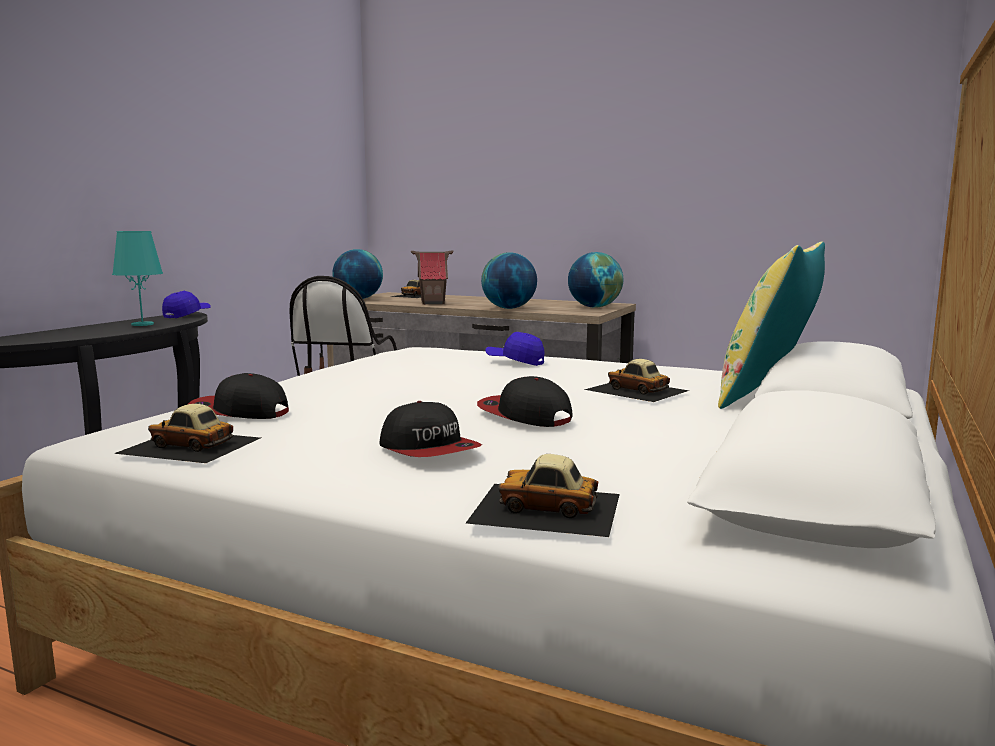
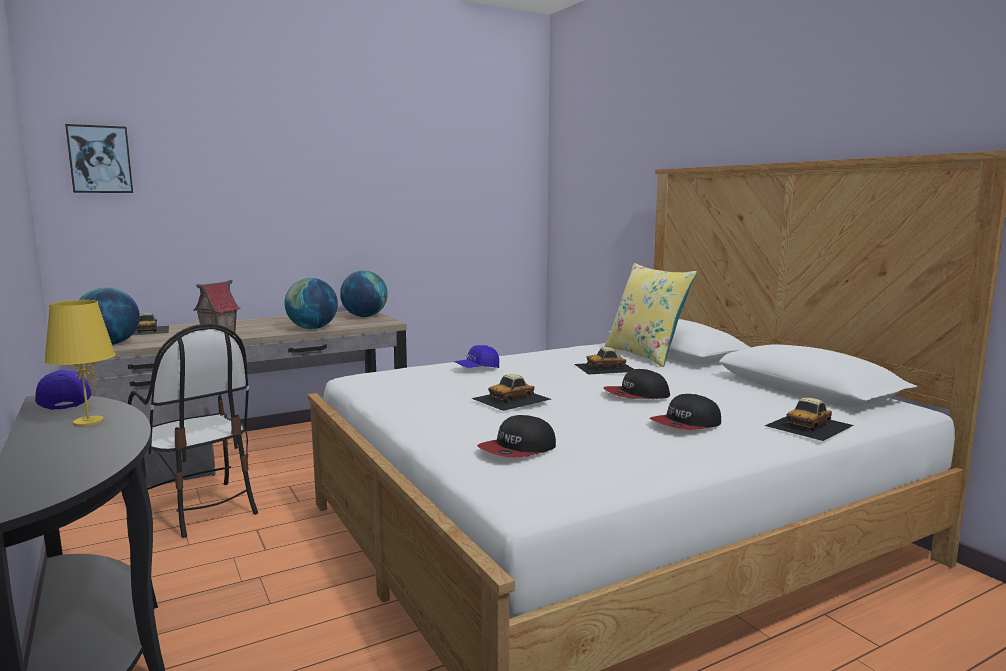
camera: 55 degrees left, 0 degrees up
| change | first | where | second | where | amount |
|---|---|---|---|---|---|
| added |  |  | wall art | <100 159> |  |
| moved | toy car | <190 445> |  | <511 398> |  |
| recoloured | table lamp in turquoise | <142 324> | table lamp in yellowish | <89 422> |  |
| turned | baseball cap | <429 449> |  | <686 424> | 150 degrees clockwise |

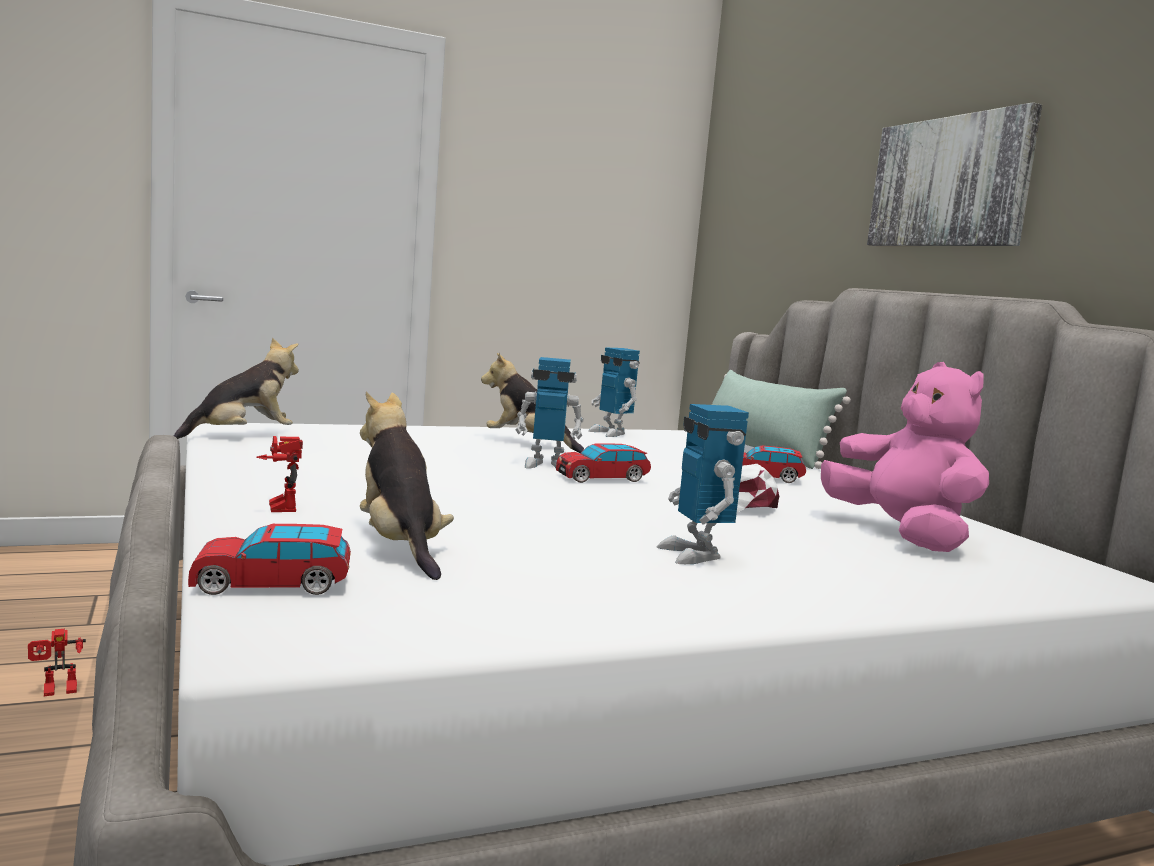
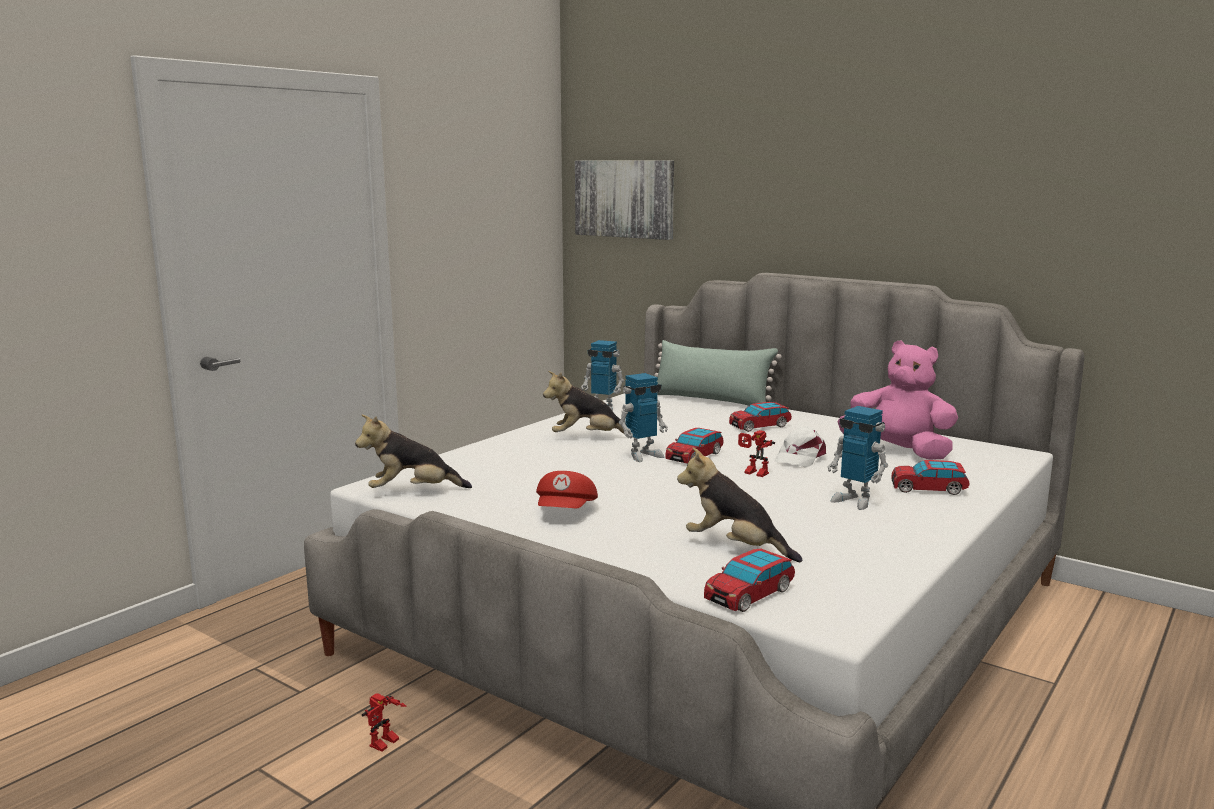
camera: 30 degrees left, 5 degrees up
| change | first | where | second | where | amount |
|---|---|---|---|---|---|
| added |  |  | baseball cap in red | <566 512> |  |
| added |  |  | toy car | <928 489> |  |
| moved | toy robot | <276 506> |  | <753 473> |  |
| moved | wall art | <950 182> |  | <624 198> |  |
| turned | cuddly toy | <243 436> |  | <412 492> | 120 degrees counterclockwise |

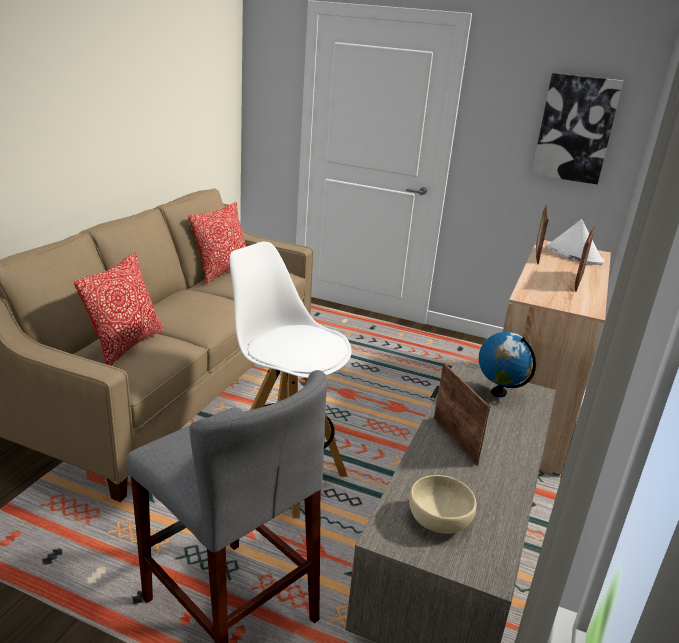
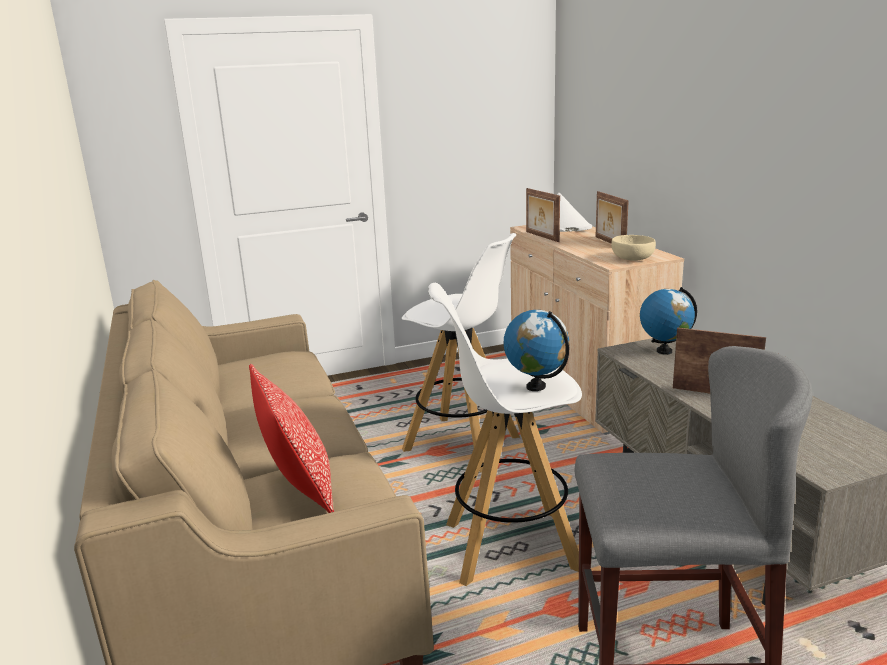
camera: 40 degrees left, 5 degrees down
| change | first | where | second | where | amount |
|---|---|---|---|---|---|
| removed | cushion | <222 271> |  |  |  |
| removed | wall art | <575 129> |  |  |  |
| added |  |  | stool seat in whitish | <463 444> |  |
| added |  |  | world globe | <536 386> |  |
| moved | deep dish in beige | <438 519> |  | <632 258> |  |

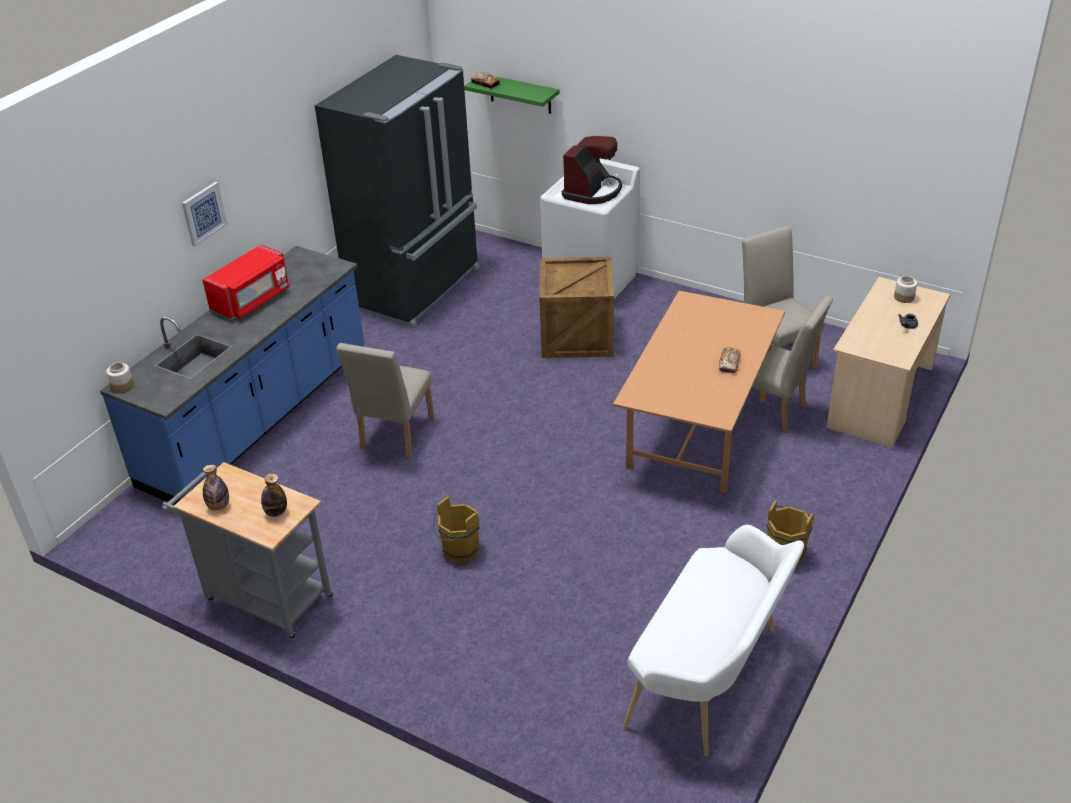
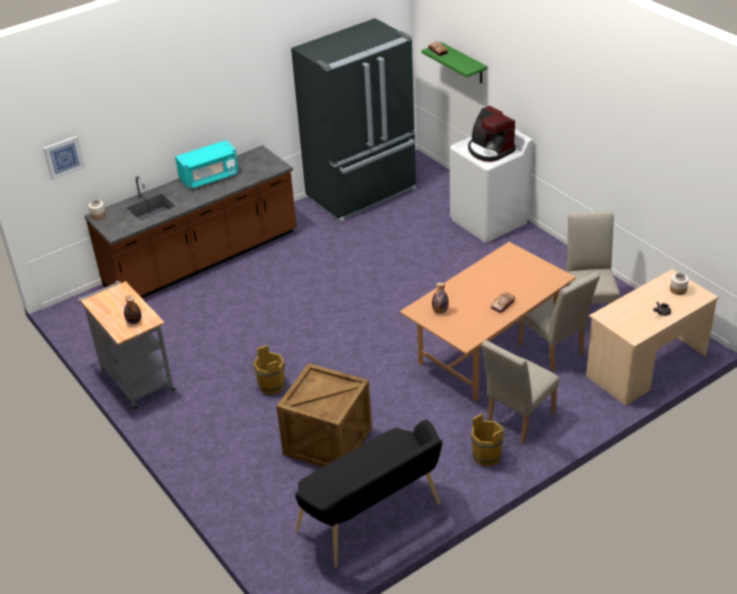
camera: 25 degrees right, 0 degrees up
| change | first | where | second | where | amount |
|---|---|---|---|---|---|
| moved | wall art | <203 213> |  | <63 157> |  |
| moved | beverage bottle | <218 506> |  | <440 311> |  |
| moved | upright chair in beige | <394 437> |  | <517 420> |  |
| moved | packing crate | <578 335> |  | <329 440> |  |
| recoloured | counter in blue-coloured | <258 417> | counter in brownish | <202 260> |  |
| recoloured | microwave in red | <252 300> | microwave in turquoise | <209 177> |  |
| recoloured | bench in whitish | <711 678> | bench in blackish | <374 520> |  |
| turned | coffee brewer | <592 191> |  | <490 150> | 90 degrees clockwise |

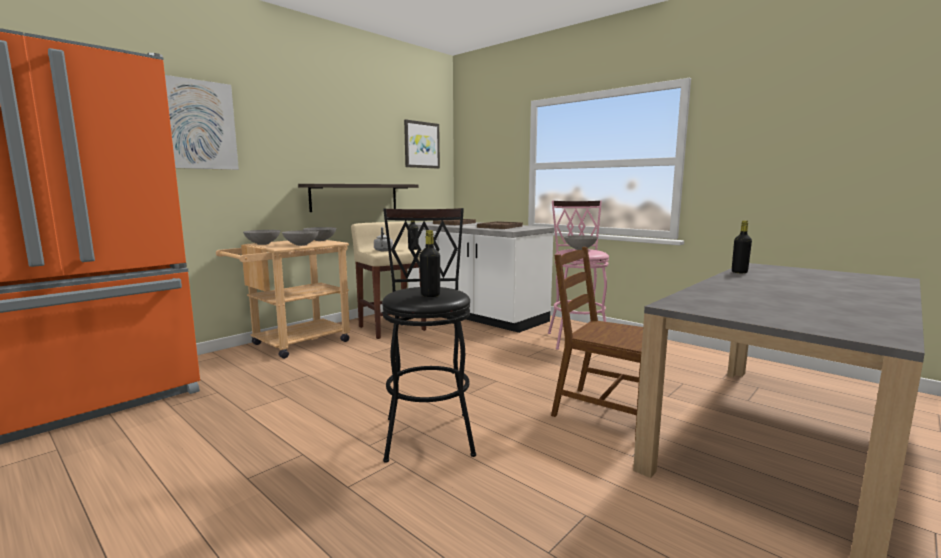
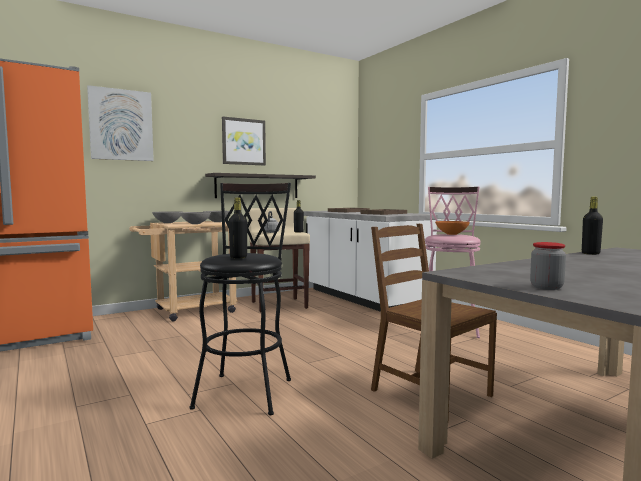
camera: 15 degrees right, 5 degrees down
| change | first | where | second | where | amount |
|---|---|---|---|---|---|
| added |  |  | storage jar | <546 287> |  |
| moved | wall art | <421 145> |  | <243 141> |  |
| recoloured | deep dish in greyish | <580 249> | deep dish in orangey | <452 234> |  |

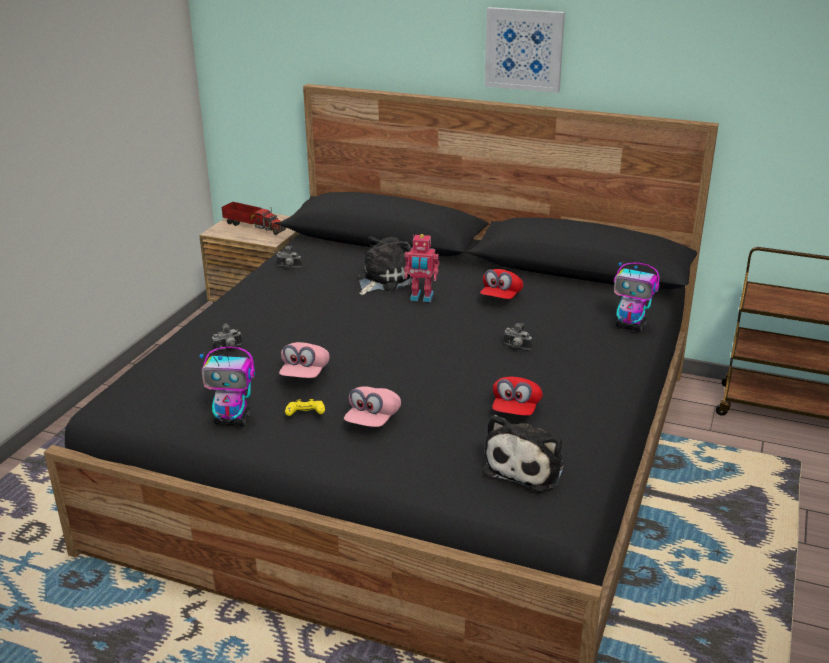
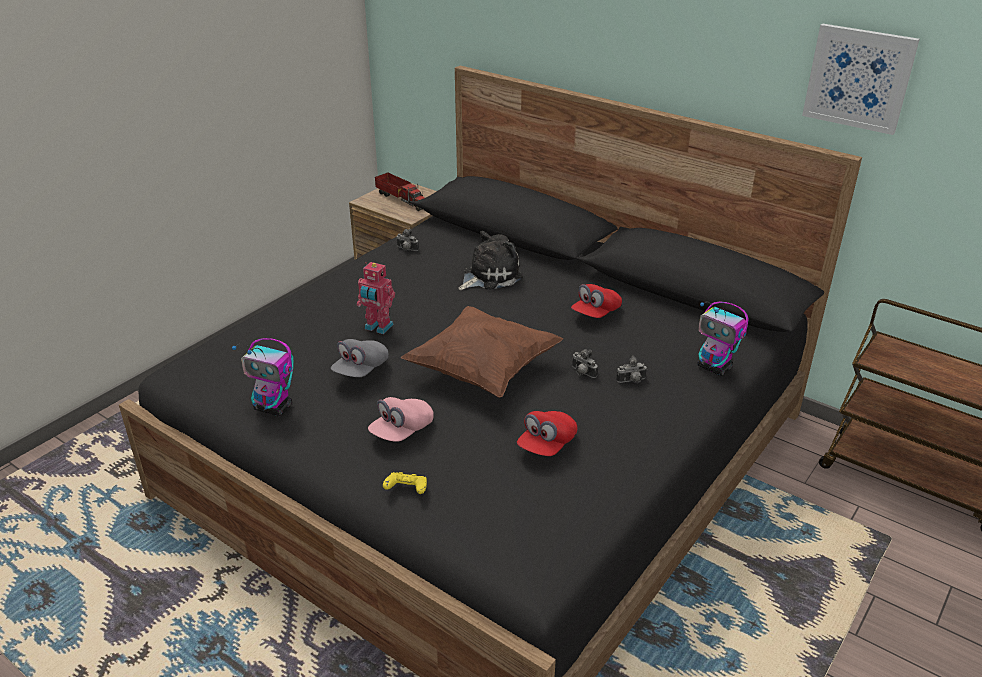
camera: 15 degrees right, 5 degrees up
| change | first | where | second | where | amount |
|---|---|---|---|---|---|
| removed | cuddly toy | <526 466> |  |  |  |
| added |  |  | cushion in brownish | <483 371> |  |
| moved | photo camera | <228 348> |  | <632 381> |  |
| moved | joypad in yellowish | <305 416> |  | <406 490> |  |
| moved | toy robot | <421 298> |  | <378 327> |  |
| moved | wall art | <524 49> |  | <859 78> |  |
| recoloured | baseball cap in pinkish | <305 374> | baseball cap in greyish | <360 370> |  |

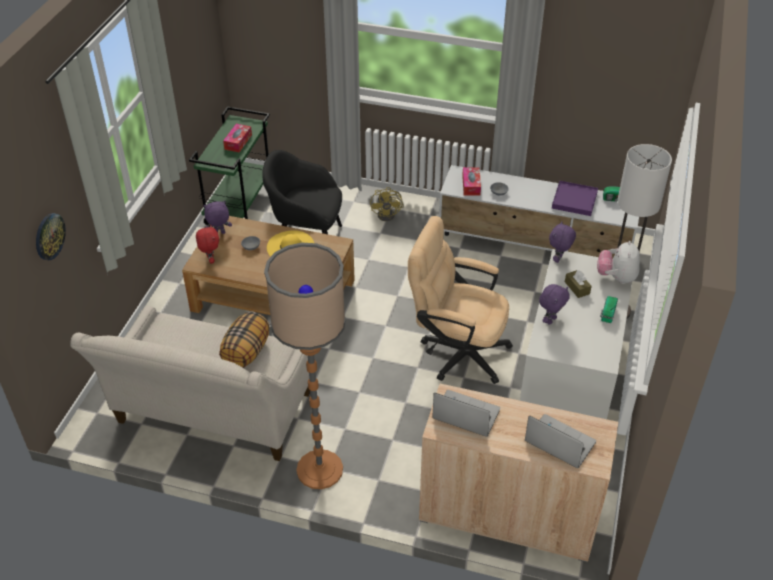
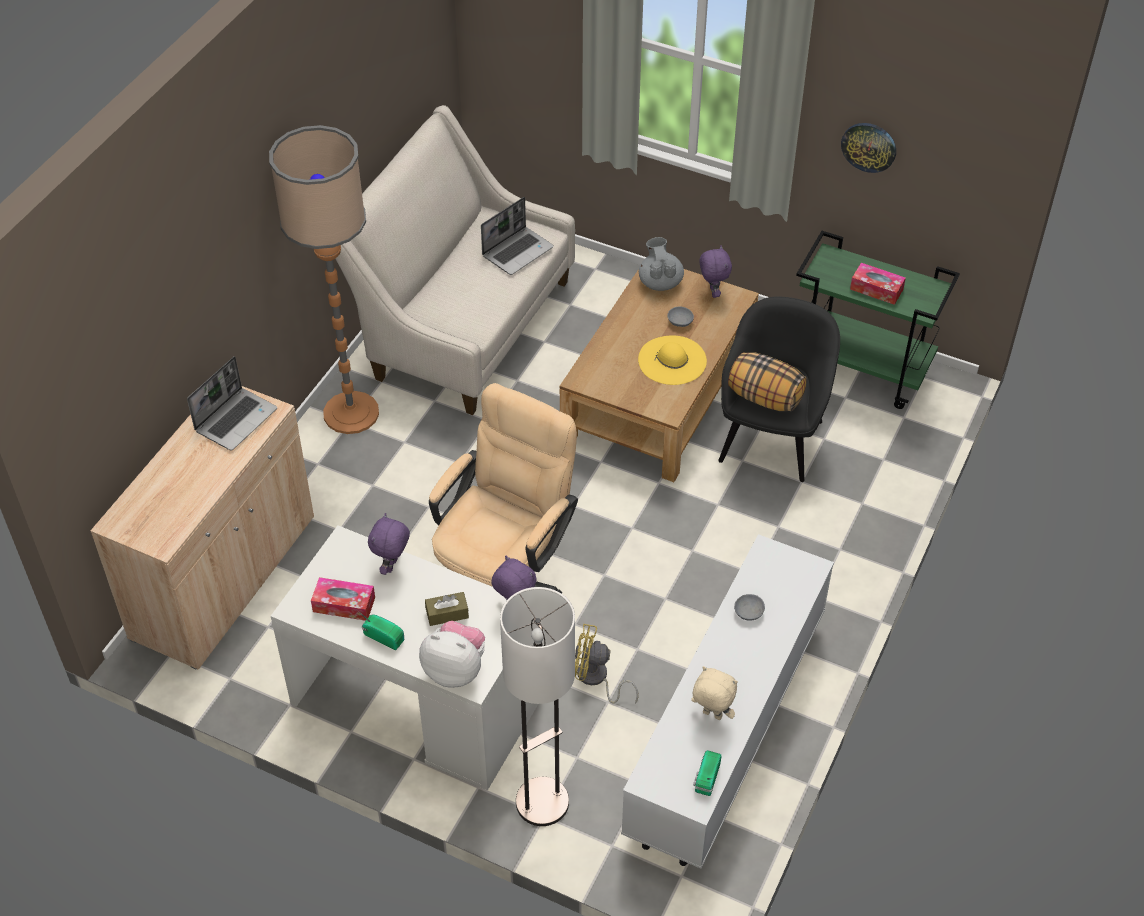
camera: 100 degrees right, 5 degrees up
| change | first | where | second | where | amount |
|---|---|---|---|---|---|
| moved | clock on the wall | <49 236> |  | <869 146> |  |
| moved | cushion | <246 352> |  | <764 398> |  |
| moved | cooling fan in yellowish | <389 214> |  | <596 679> |  |
| moved | tissue holder | <471 185> |  | <344 604> |  |
| moved | laptop | <558 442> |  | <518 251> |  |
| replaced | cuddly toy in red | <210 260> | tea pot in greyish | <660 282> |  |
| replaced | serving tray in purple-coloured | <574 200> | cuddly toy in beige | <711 715> |  |
| turned | cuddly toy in purple-coloured | <550 320> |  | <392 566> | 60 degrees clockwise |

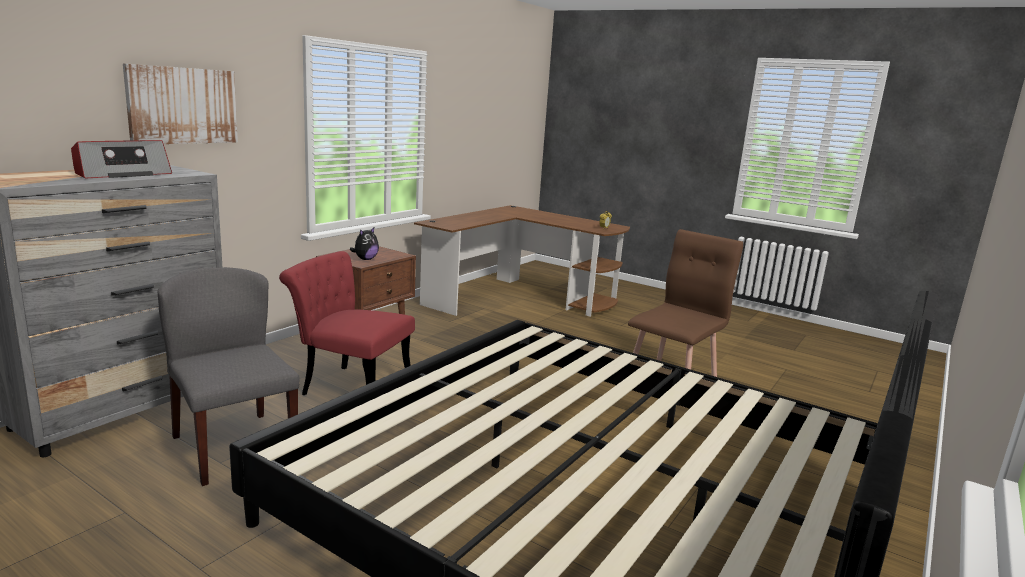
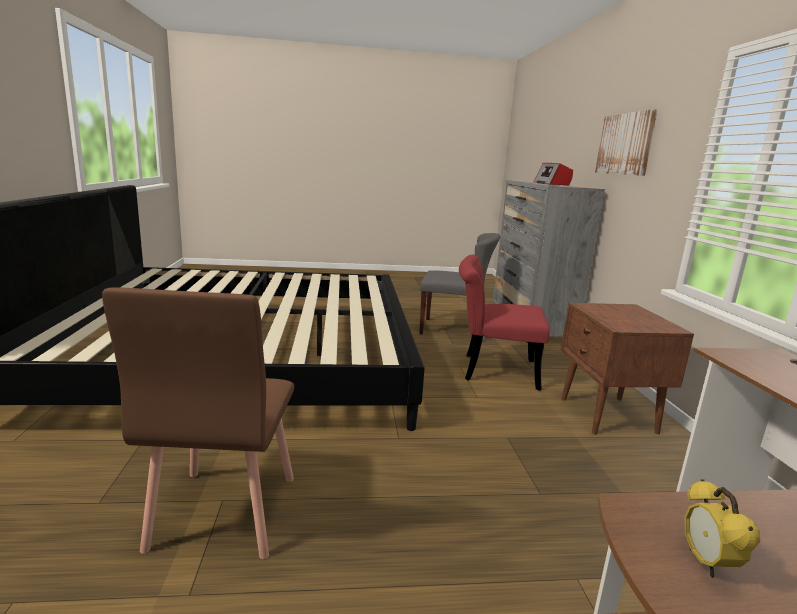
camera: 140 degrees right, 0 degrees up
| change | first | where | second | where | amount |
|---|---|---|---|---|---|
| removed | cuddly toy | <365 259> |  |  |  |
| turned | upright chair in red | <349 386> |  | <492 370> | 150 degrees counterclockwise |

